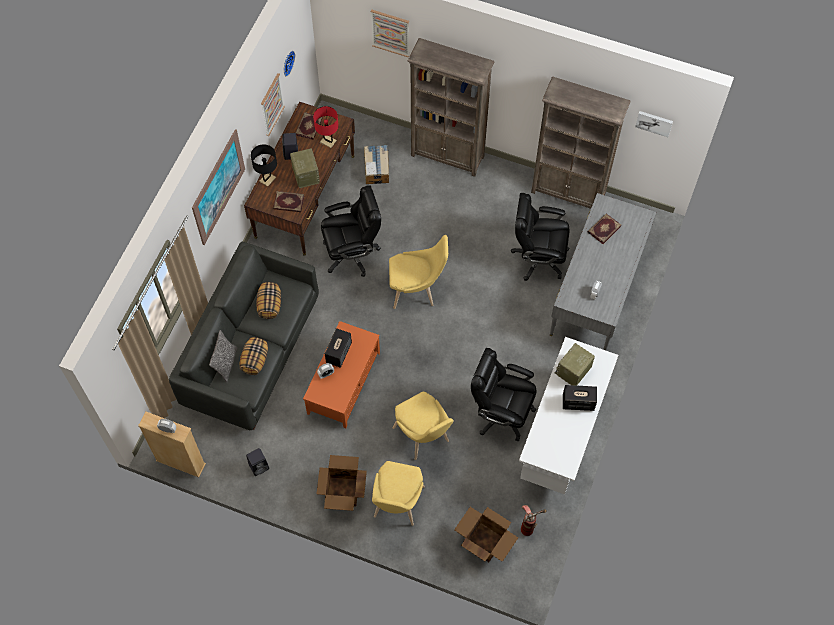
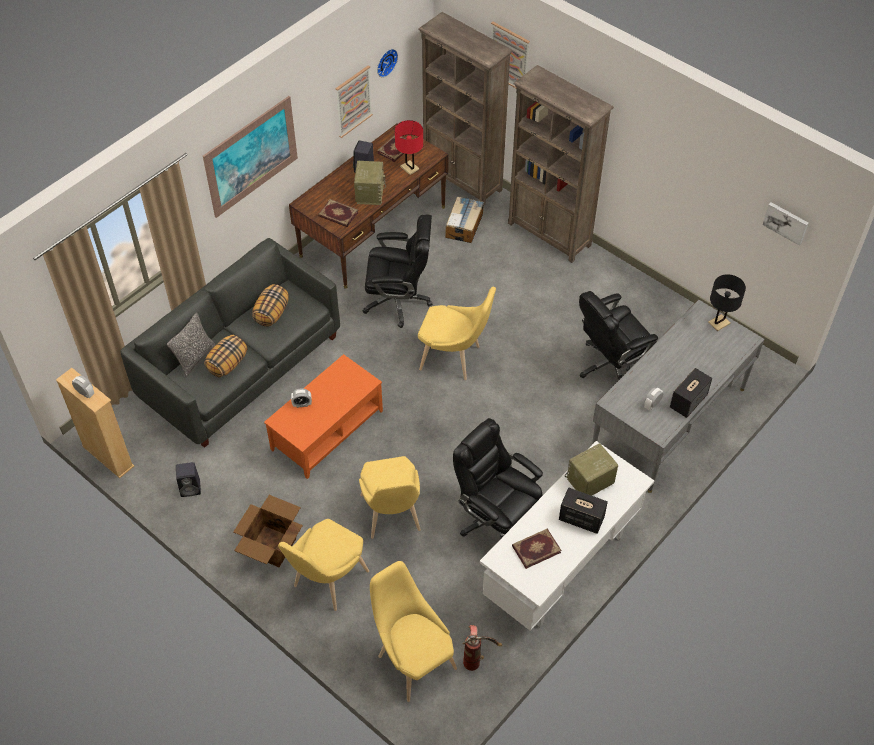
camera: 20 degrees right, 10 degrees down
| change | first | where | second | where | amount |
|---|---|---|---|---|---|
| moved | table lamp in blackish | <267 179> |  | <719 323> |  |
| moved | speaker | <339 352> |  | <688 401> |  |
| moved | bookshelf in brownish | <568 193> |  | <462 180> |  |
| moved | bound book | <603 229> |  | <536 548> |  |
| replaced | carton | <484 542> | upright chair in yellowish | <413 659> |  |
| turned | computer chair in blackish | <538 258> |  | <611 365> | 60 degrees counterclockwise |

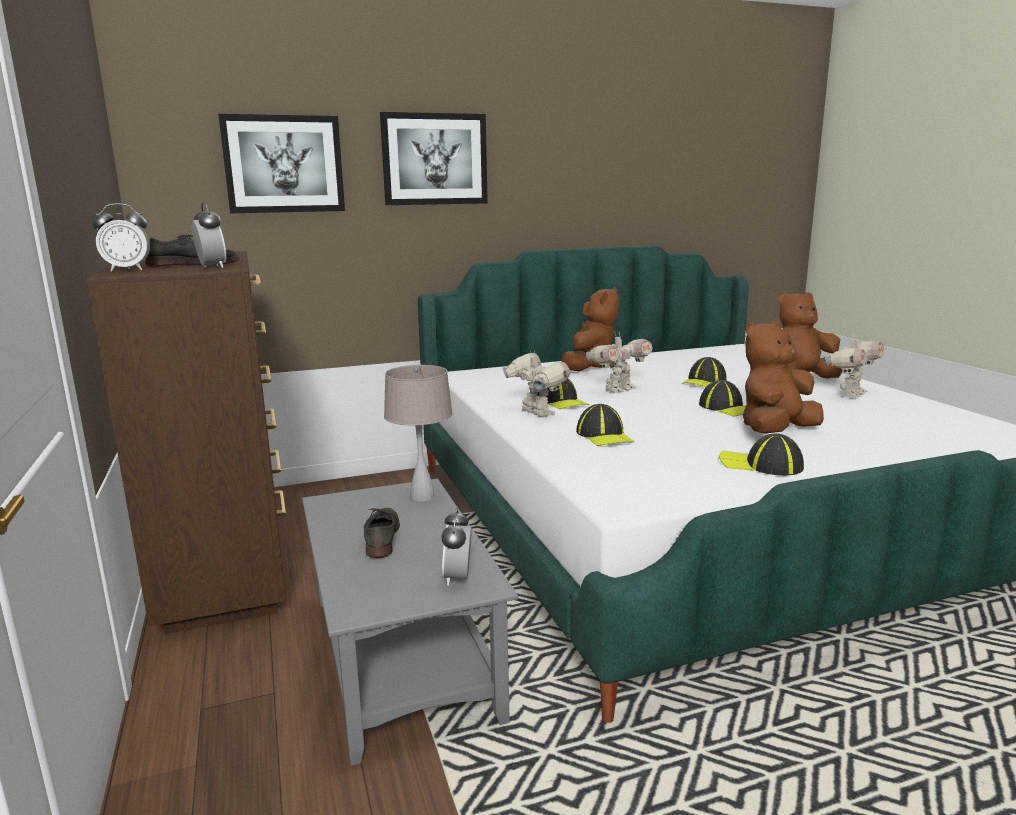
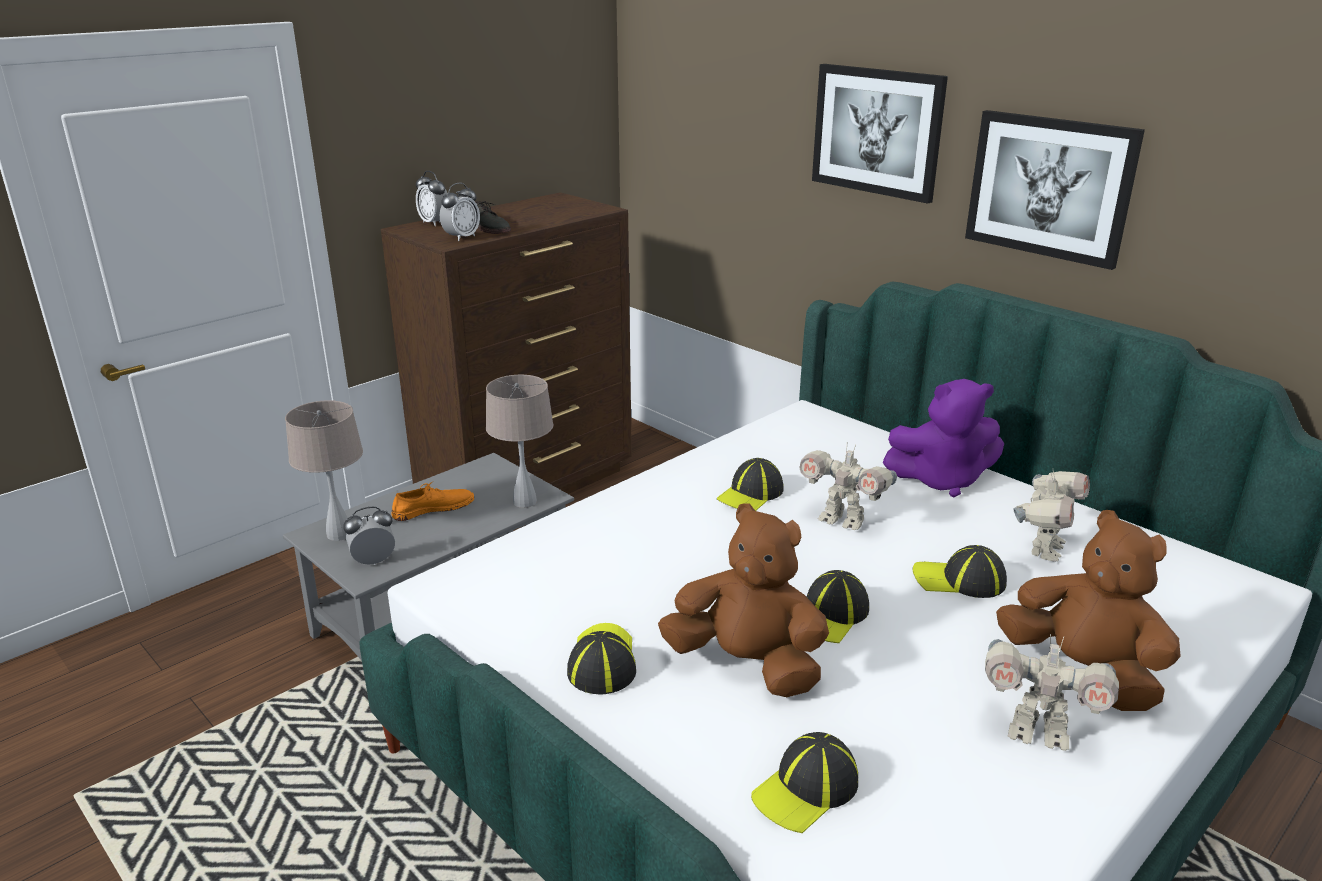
camera: 65 degrees right, 10 degrees up
| change | first | where | second | where | amount |
|---|---|---|---|---|---|
| added |  |  | table lamp in beige | <340 534> |  |
| moved | wall art | <284 164> |  | <1050 187> |  |
| moved | toy robot | <536 413> |  | <1043 549> |  |
| moved | baseball cap | <604 436> |  | <806 789> |  |
| recoloured | item of footwear in greyish | <381 536> | item of footwear in orangey | <433 508> |  |
| recoloured | cuddly toy in brownish | <589 366> | cuddly toy in purple-coloured | <941 480> |  |

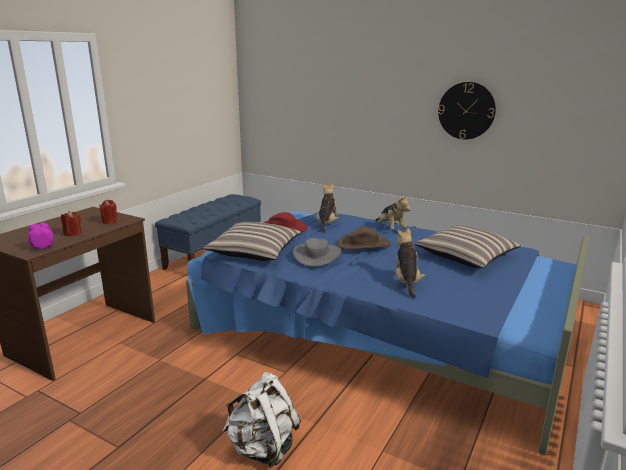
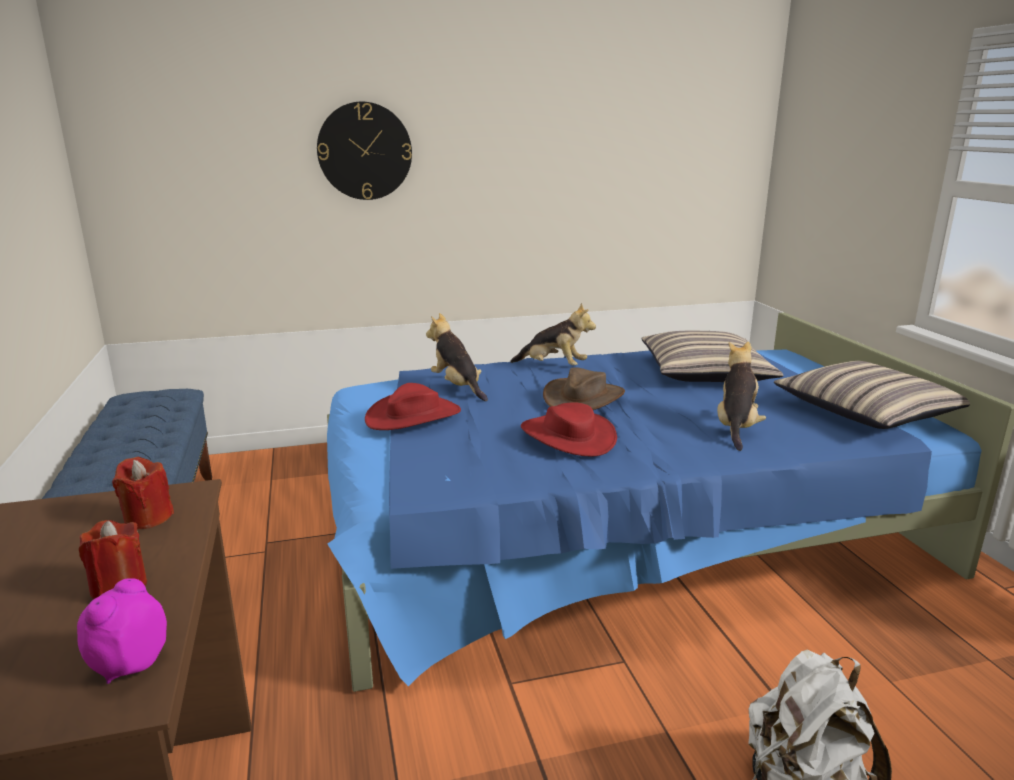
camera: 45 degrees left, 0 degrees up
| change | first | where | second | where | amount |
|---|---|---|---|---|---|
| moved | cushion | <254 251> |  | <867 412> |  |
| moved | clock on the wall | <466 110> |  | <364 151> |  |
| recoloured | clothing hat in greyish | <317 255> | clothing hat in red | <568 436> |  |
| turned | cuddly toy | <406 282> |  | <736 427> | 60 degrees clockwise |

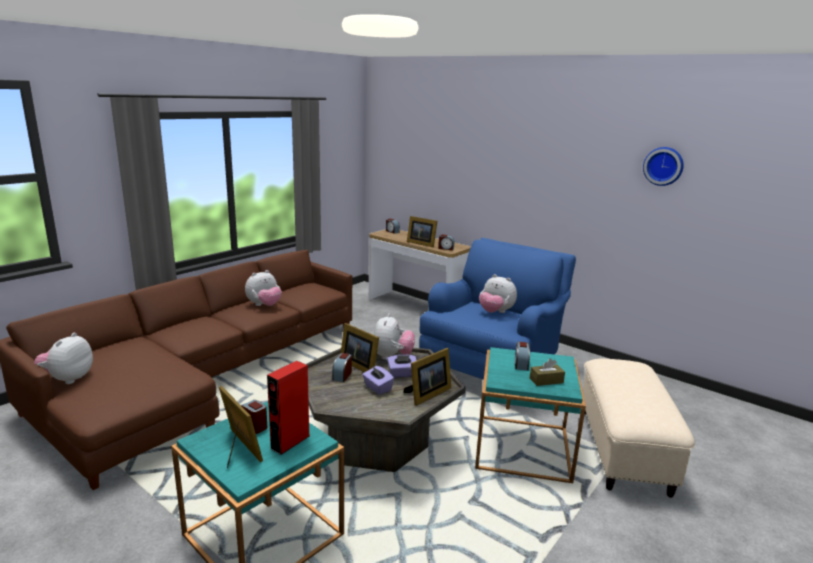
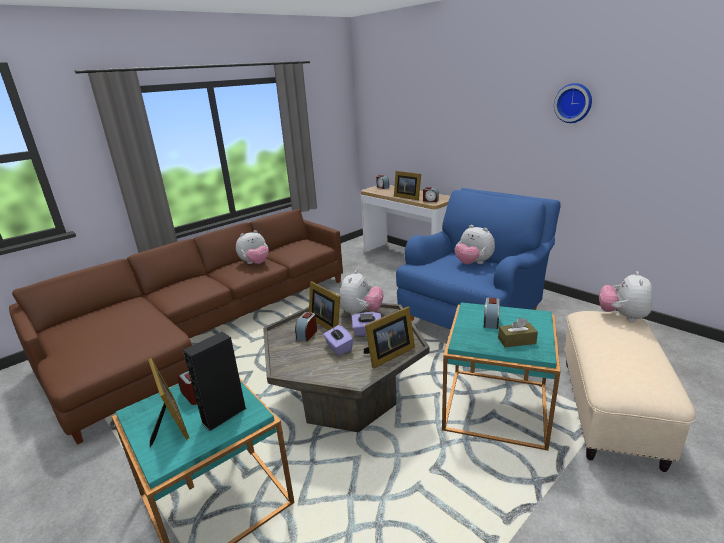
camera: 10 degrees right, 5 degrees up
| change | first | where | second | where | amount |
|---|---|---|---|---|---|
| moved | cuddly toy | <68 379> |  | <622 316> |  |
| moved | clock on the wall | <663 166> |  | <573 103> |  |
| recoloured | speaker in red | <290 442> | speaker in blackish | <224 415> |  |

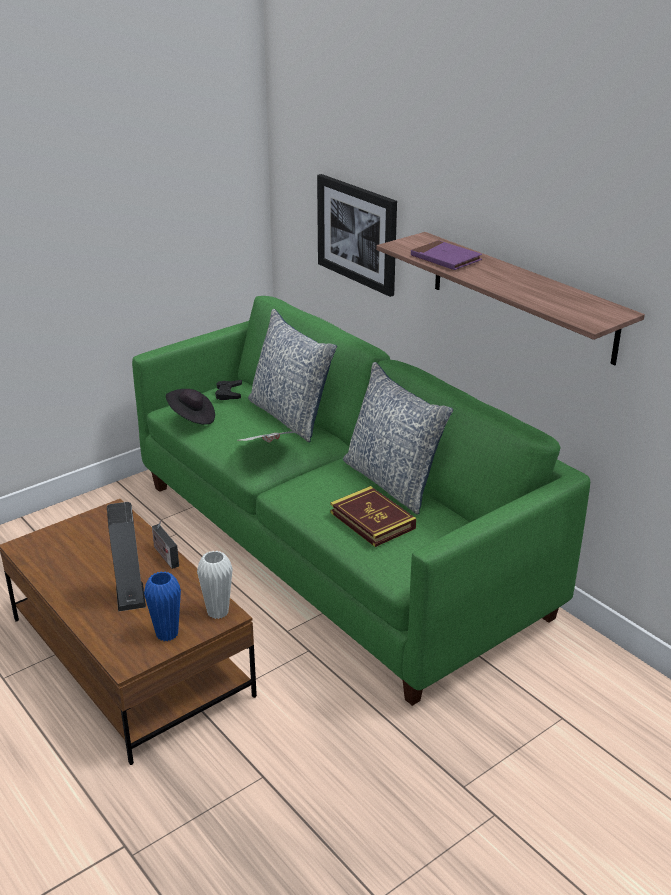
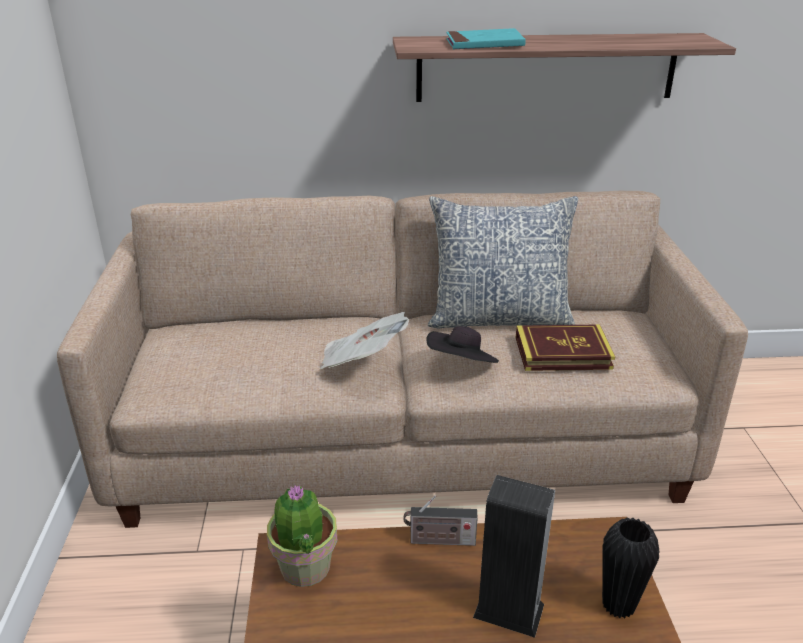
camera: 55 degrees left, 0 degrees up
| change | first | where | second | where | amount |
|---|---|---|---|---|---|
| removed | flower vase in whitish | <218 612> |  |  |  |
| removed | joypad in blackish | <228 393> |  |  |  |
| removed | cushion | <291 416> |  |  |  |
| removed | wall art | <357 233> |  |  |  |
| added |  |  | plant in a pot | <305 568> |  |
| moved | clothing hat in blackish | <192 418> |  | <462 365> |  |
| recoloured | couch in green-coloured | <336 547> | couch in beige | <402 439> |  |
| recoloured | flower vase in blue-coloured | <167 634> | flower vase in blackish | <618 605> |  |
| recoloured | bound book in purple-coloured | <445 259> | bound book in turquoise | <484 44> |  |

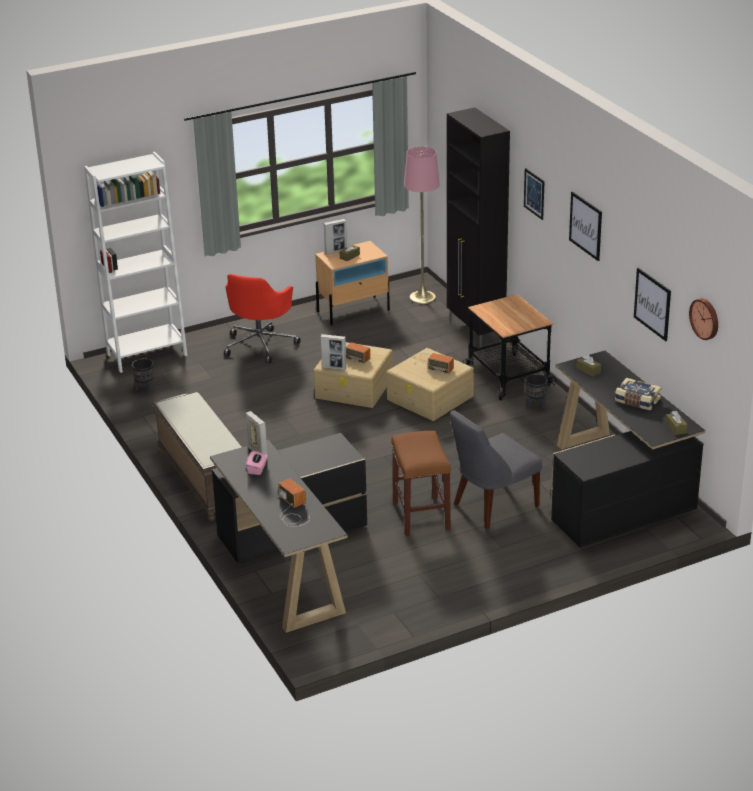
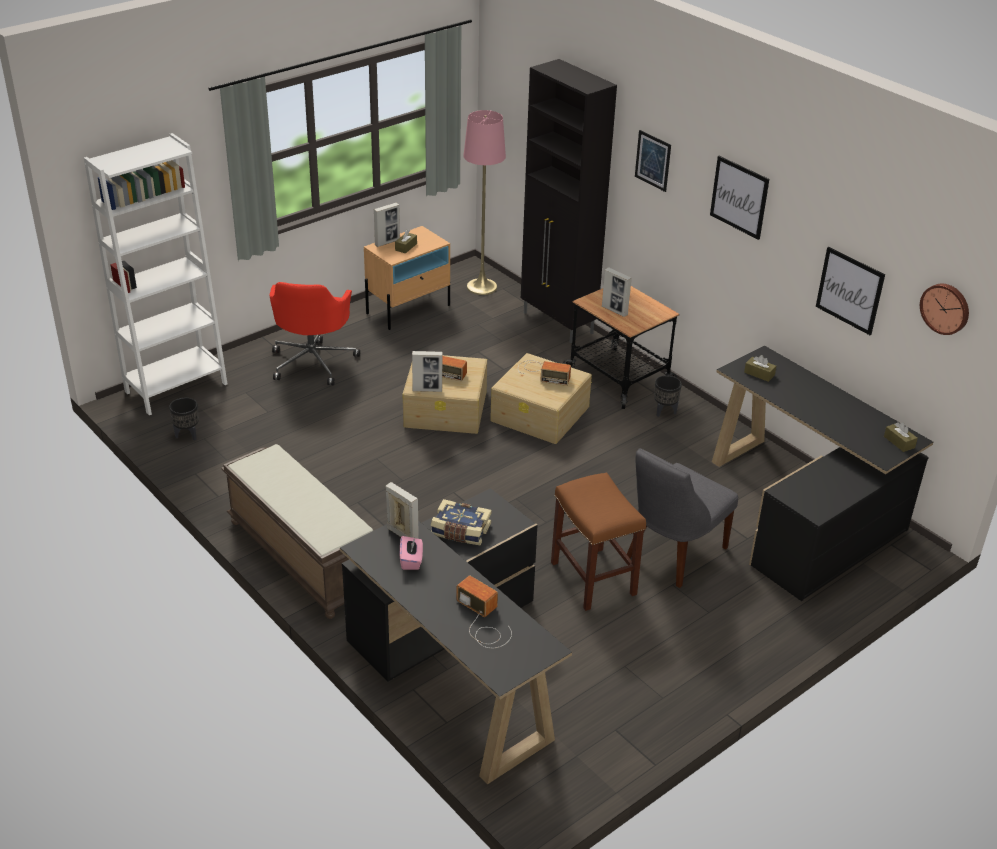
camera: 15 degrees left, 5 degrees up
| change | first | where | second | where | amount |
|---|---|---|---|---|---|
| added |  |  | standing frame | <614 311> |  |
| moved | bound book | <637 401> |  | <460 531> |  |

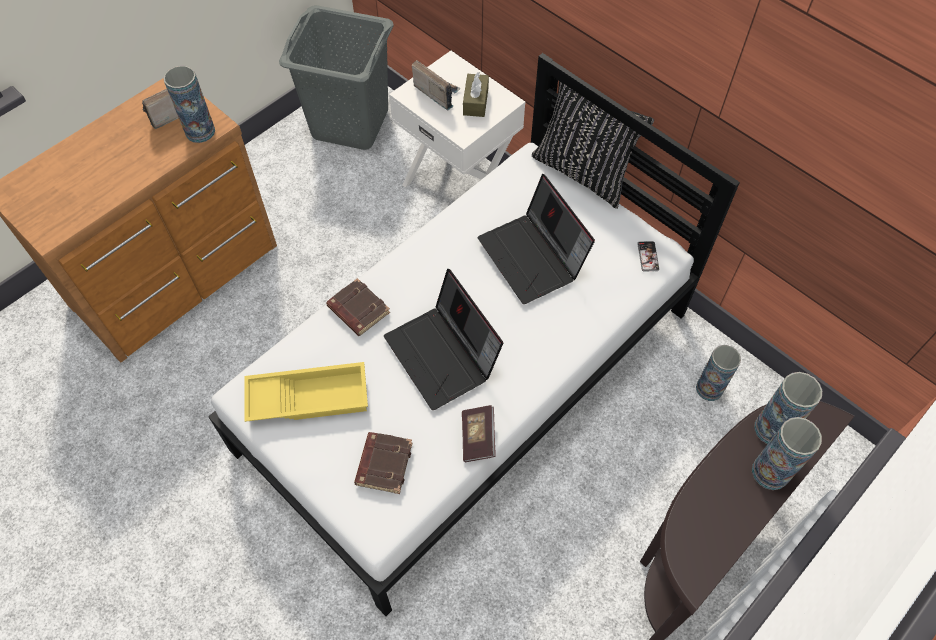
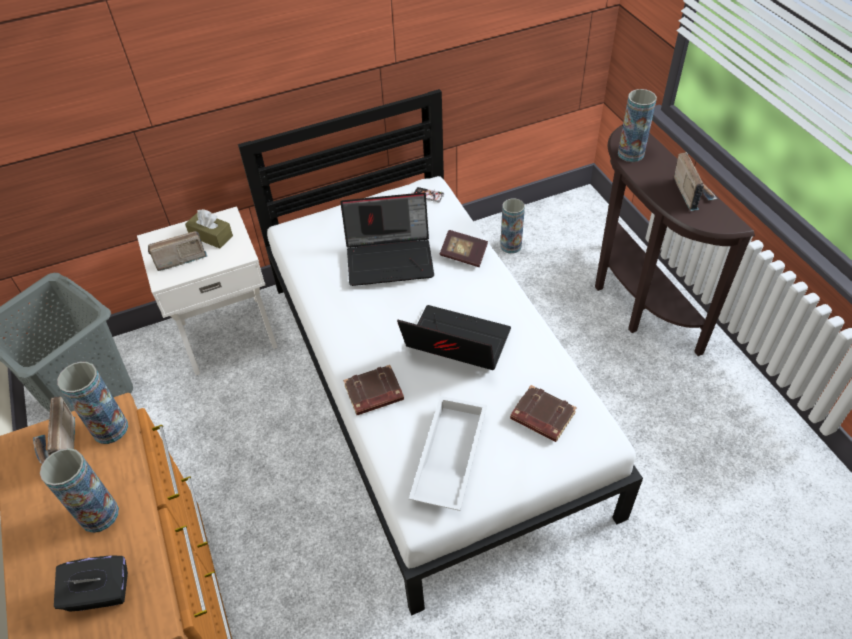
camera: 65 degrees left, 10 degrees down
| change | first | where | second | where | amount |
|---|---|---|---|---|---|
| removed | cushion in blackish | <583 172> |  |  |  |
| added |  |  | tissue holder in blackish | <100 593> |  |
| added |  |  | radio set | <692 192> |  |
| moved | bound book | <478 438> |  | <463 255> |  |
| moved | flower vase | <770 472> |  | <99 514> |  |
| recoloured | serving tray in yellowish | <309 396> | serving tray in whitish | <448 457> |  |
| turned | laptop | <443 356> |  | <454 344> | 150 degrees counterclockwise |

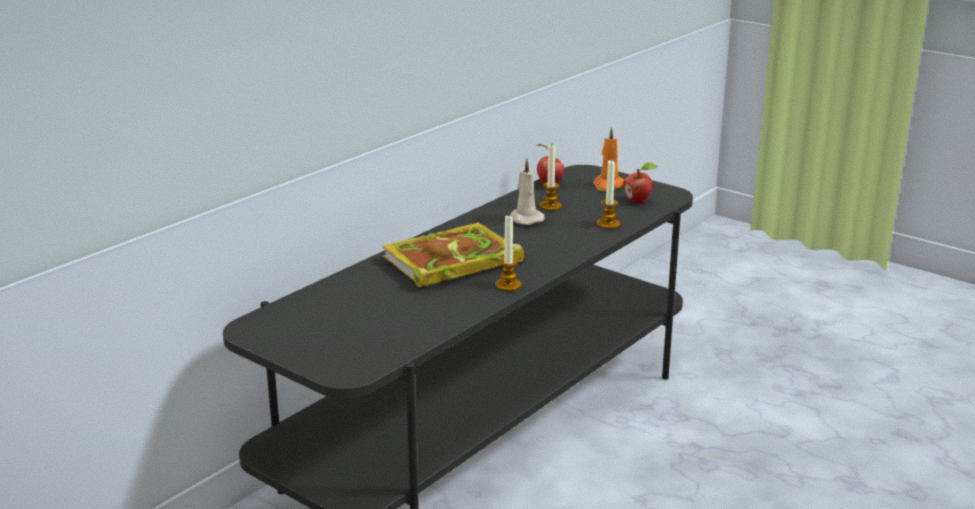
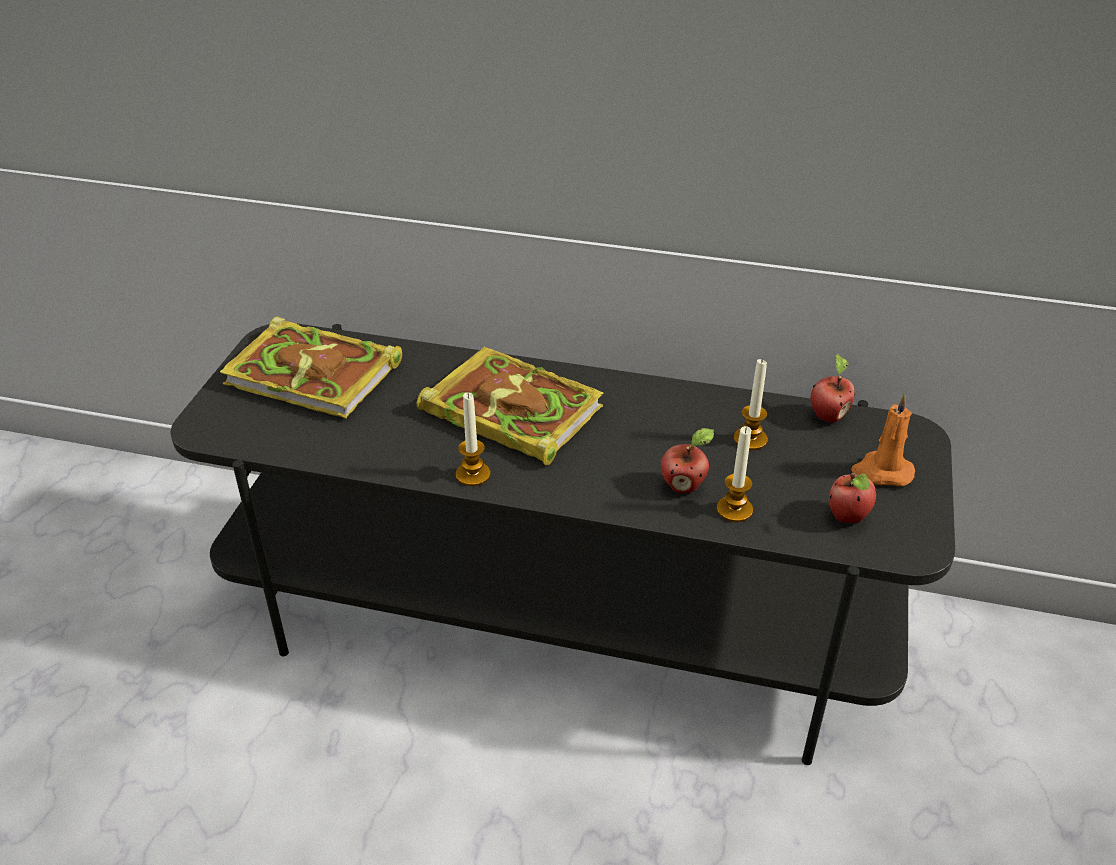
camera: 65 degrees right, 15 degrees up
| change | first | where | second | where | amount |
|---|---|---|---|---|---|
| removed | candle in beige | <524 219> |  |  |  |
| added |  |  | bound book | <317 375> |  |
| added |  |  | apple fruit | <684 486> |  |

